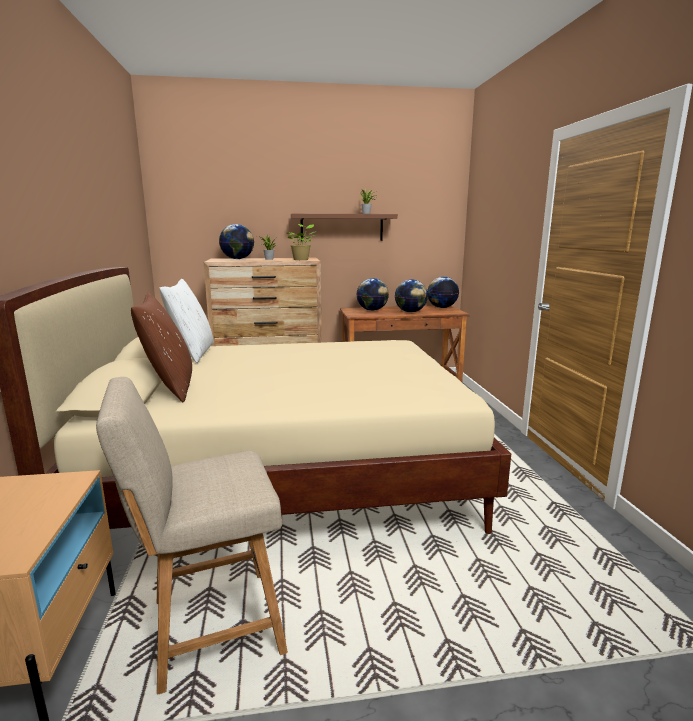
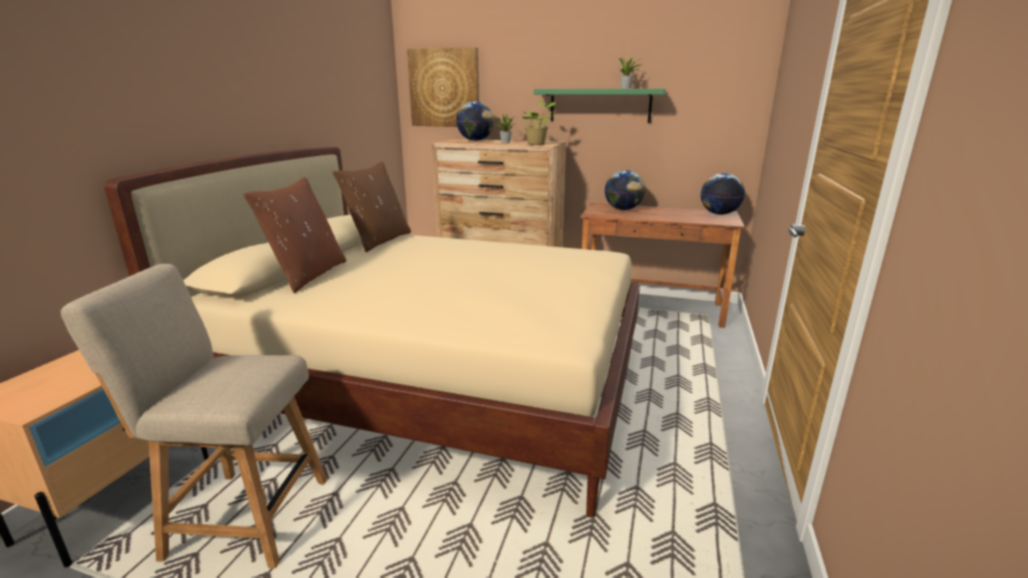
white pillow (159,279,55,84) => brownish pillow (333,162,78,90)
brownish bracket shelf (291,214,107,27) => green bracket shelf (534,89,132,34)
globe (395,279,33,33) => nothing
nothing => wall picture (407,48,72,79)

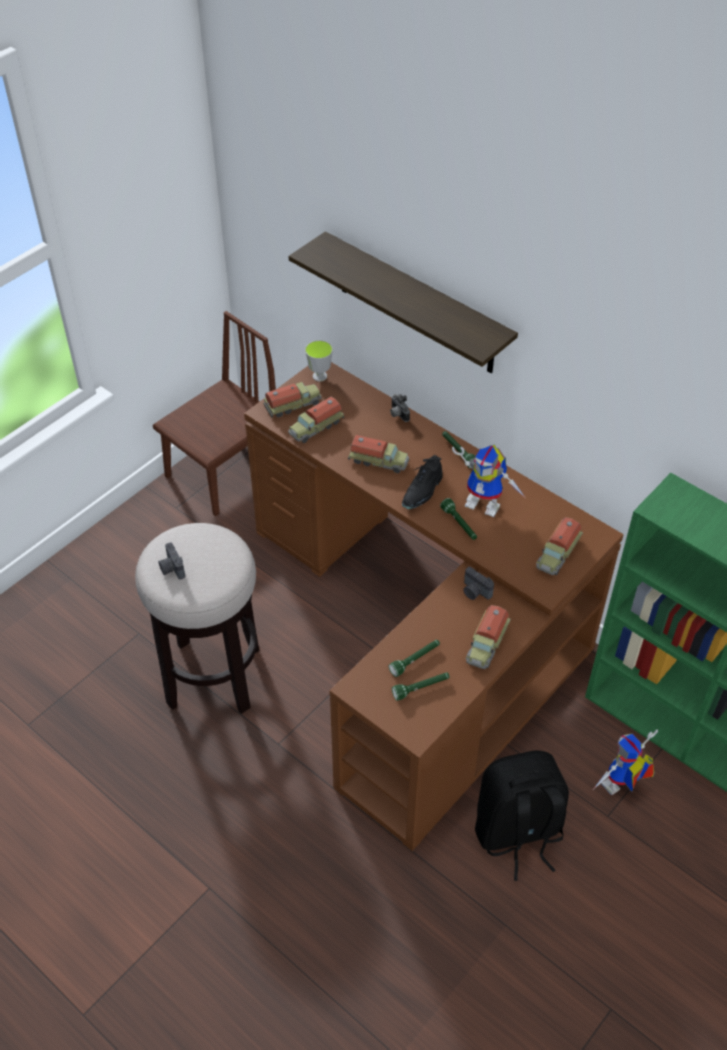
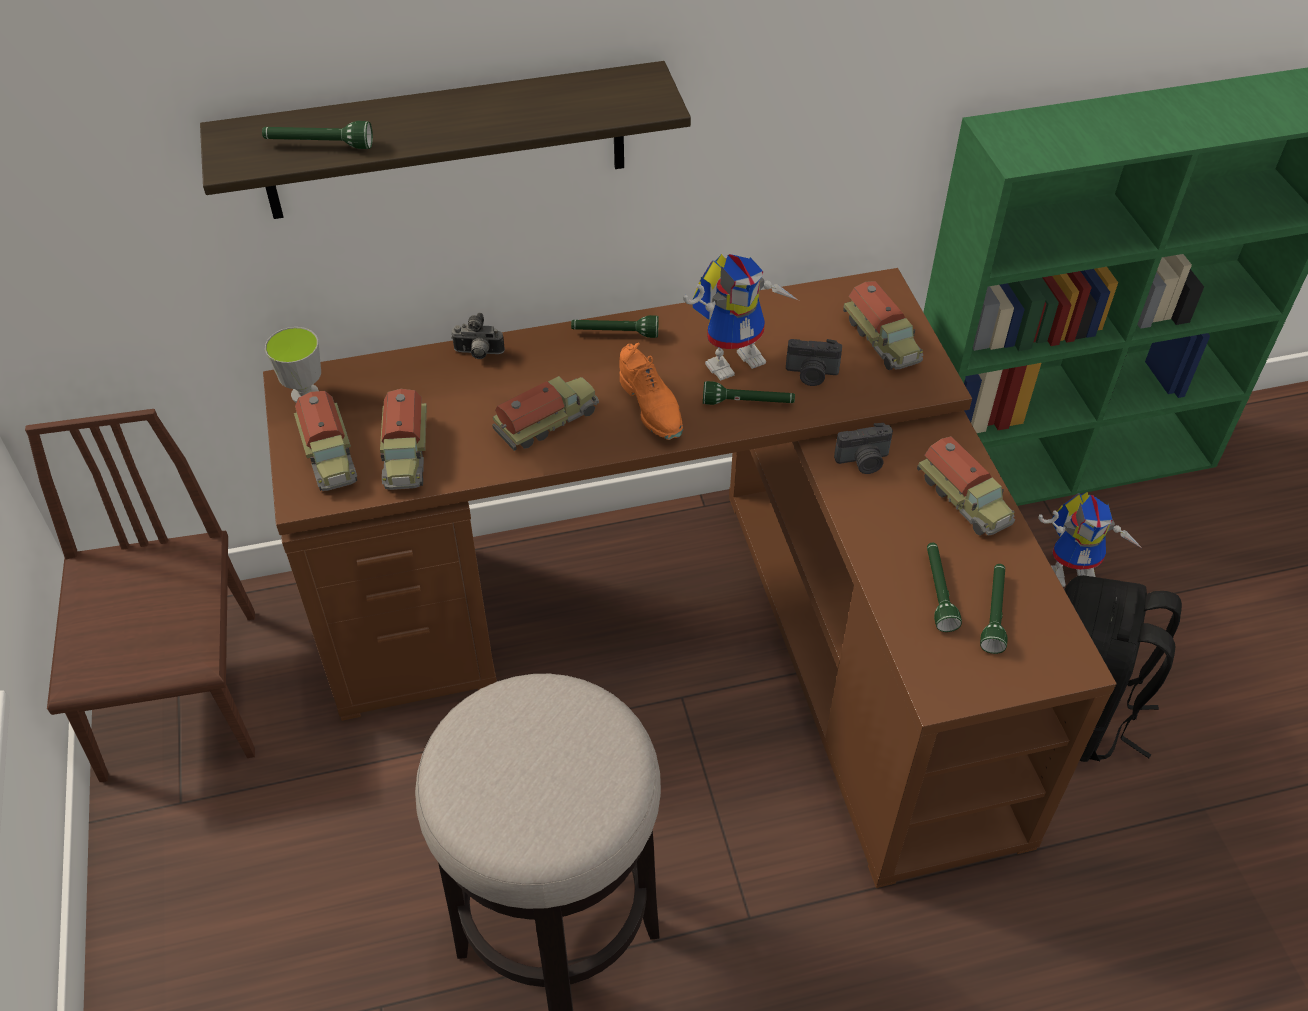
still camera (158,542,27,37) => still camera (786,339,56,47), shifted
toy lorry (263,382,59,35) => toy lorry (294,391,63,100), 150 degrees clockwise
black item of footwear (402,455,41,54) => orangey item of footwear (619,343,64,97)
robot figure (594,729,64,66) => robot figure (1038,492,105,95), 90 degrees counterclockwise
nothing => green torch (262,121,111,28)

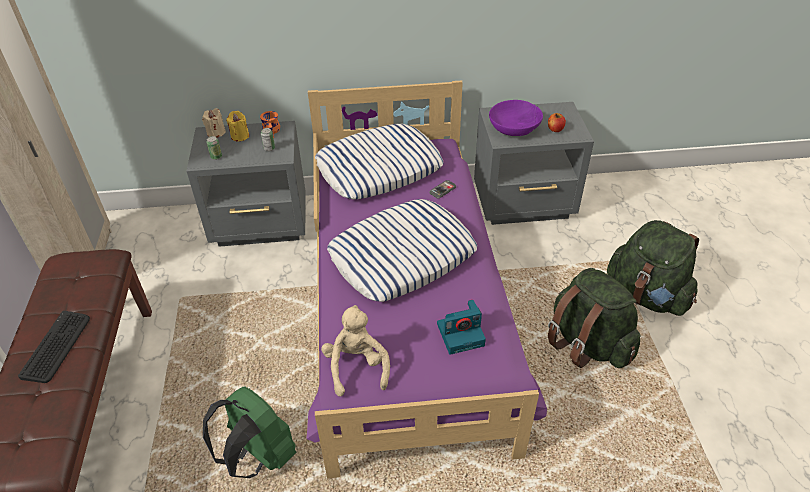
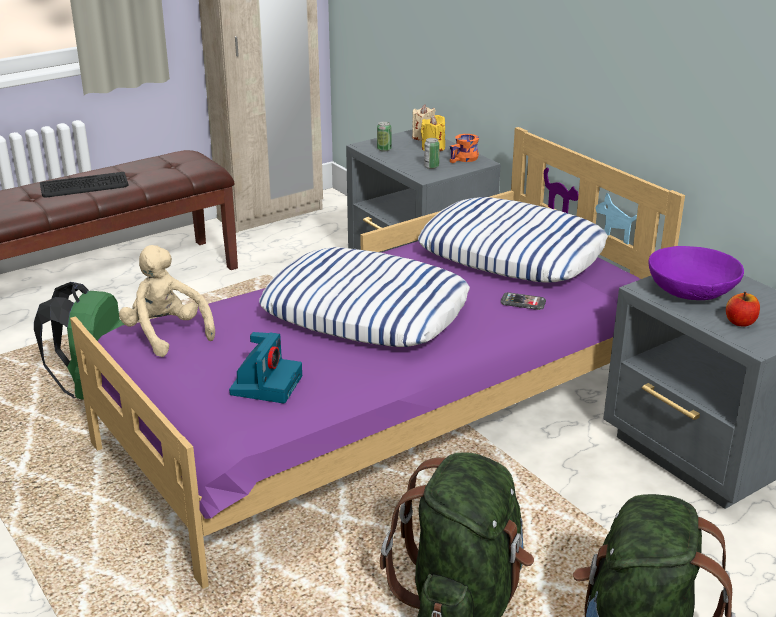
beige-coloured cuddly toy (321,305,69,92) => beige-coloured cuddly toy (119,245,96,112), 90 degrees counterclockwise
still camera (437,300,49,55) => still camera (229,332,73,71), 120 degrees counterclockwise

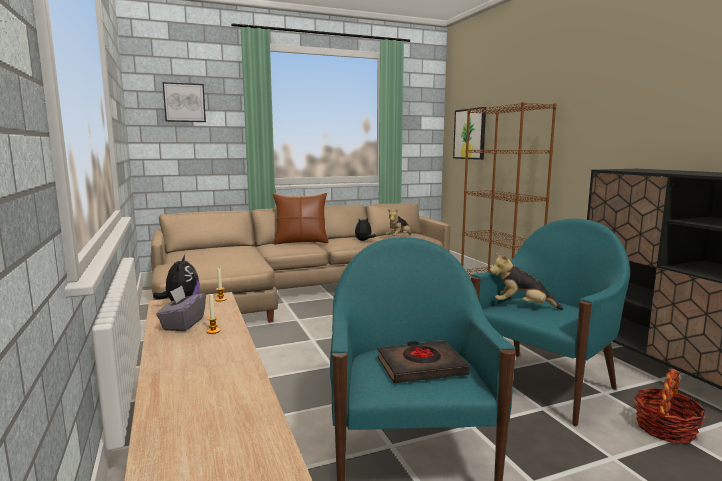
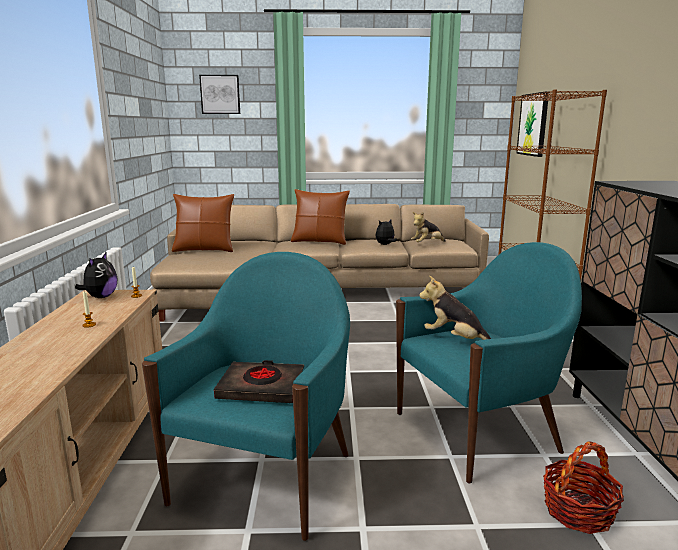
grey tissue box (156,285,50,46) => nothing
nothing => brownish pillow (172,194,62,58)

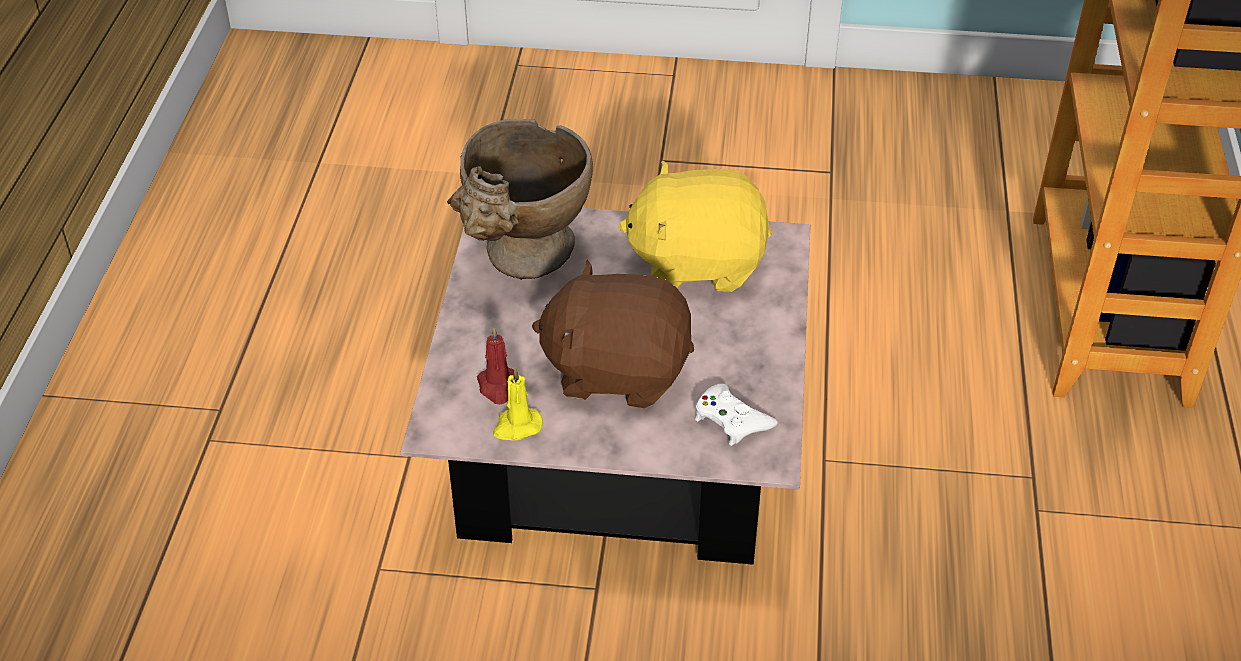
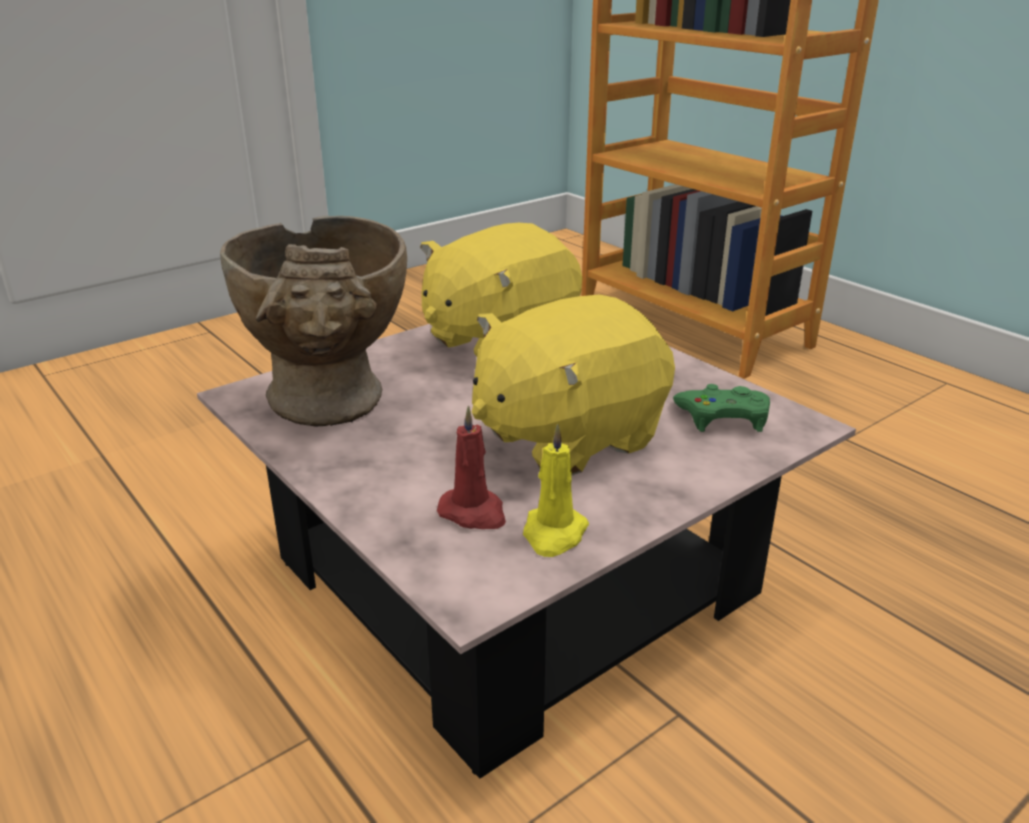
brownish cuddly toy (532,260,162,148) => yellow-coloured cuddly toy (472,294,203,181)
white game controller (695,384,83,62) => green game controller (673,384,97,48)

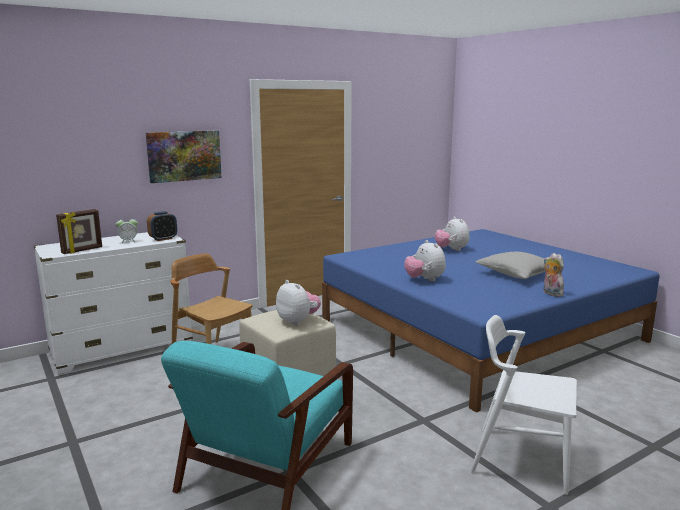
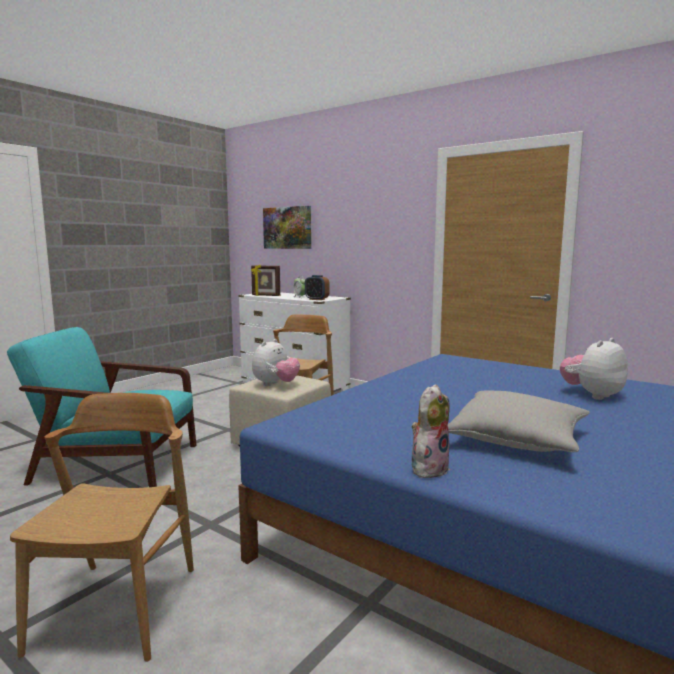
wall picture (146,130,76,53) => wall picture (263,206,48,43), shifted
cuddly toy (404,240,42,41) => nothing
white chair (470,315,107,180) => brownish chair (10,393,184,269)

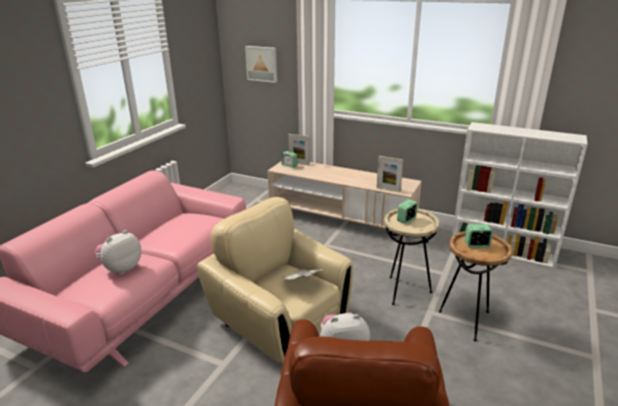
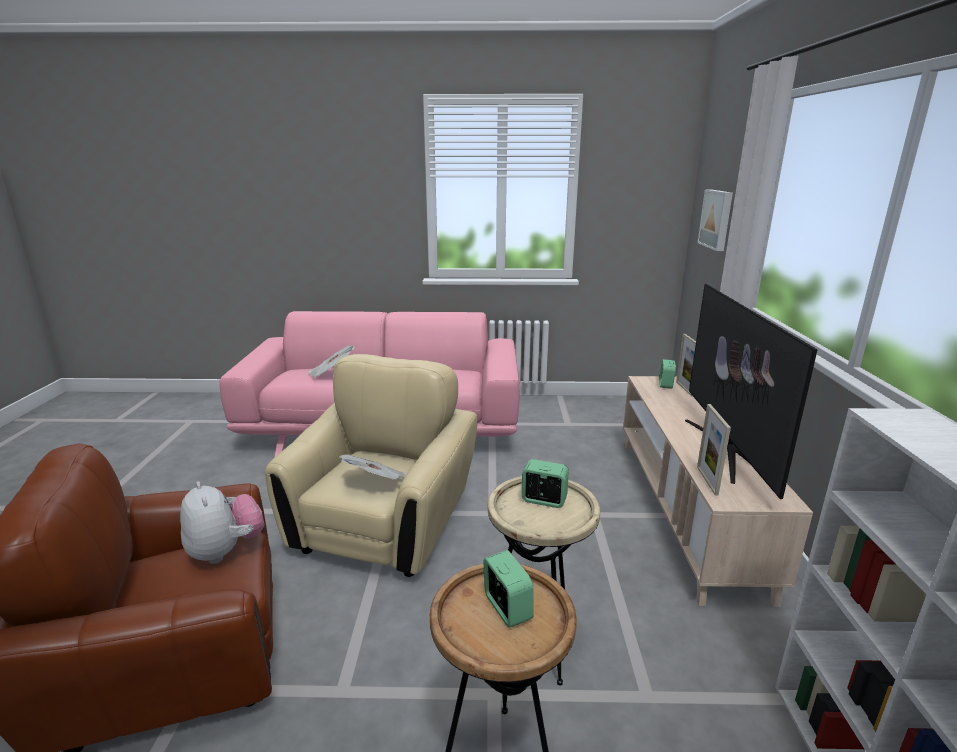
cuddly toy (95,230,46,45) => newspaper (308,346,47,32)
nothing => TV (685,284,132,215)

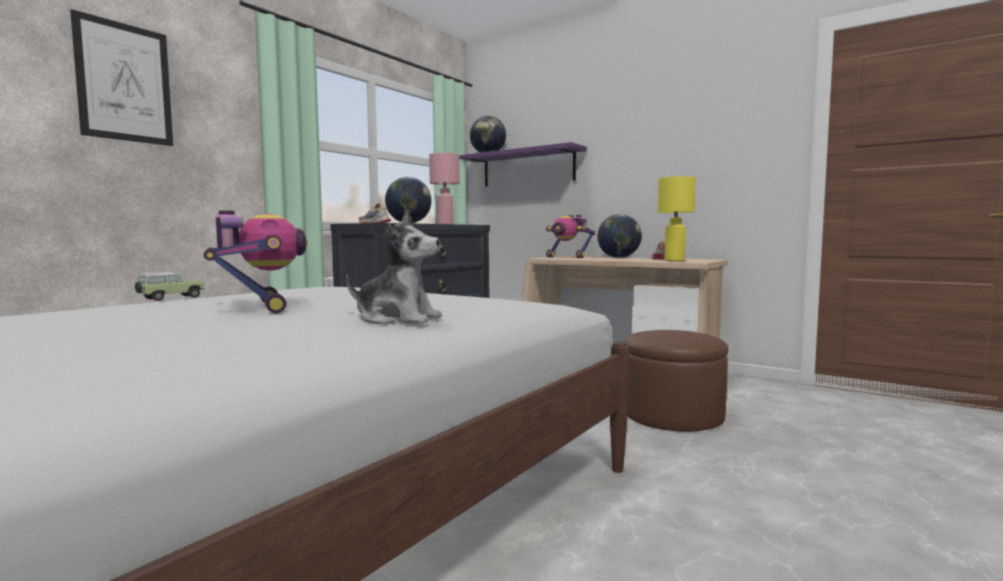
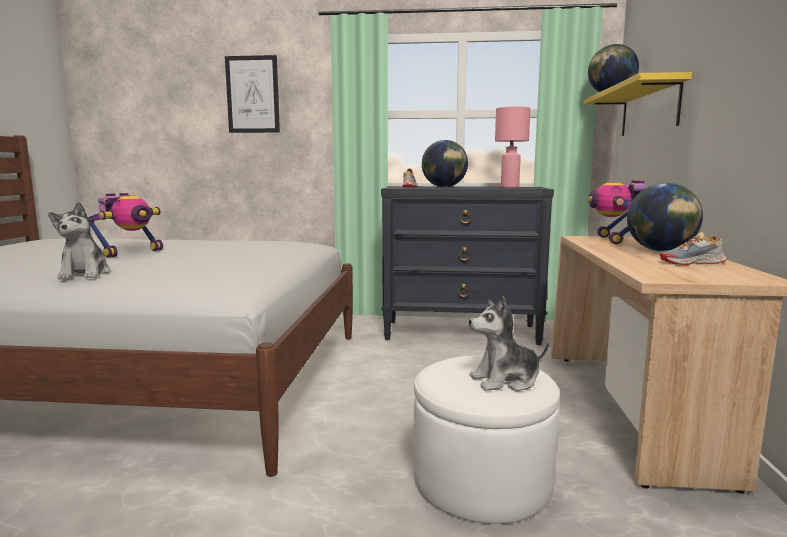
model car (135,272,70,29) => nothing
purple bracket shelf (459,142,128,45) => yellow-coloured bracket shelf (584,72,108,64)
brownish pouffe (624,330,104,102) => white pouffe (414,356,146,168)
yellow-coloured table lamp (658,176,38,85) => nothing
nothing => cuddly toy (469,296,80,95)

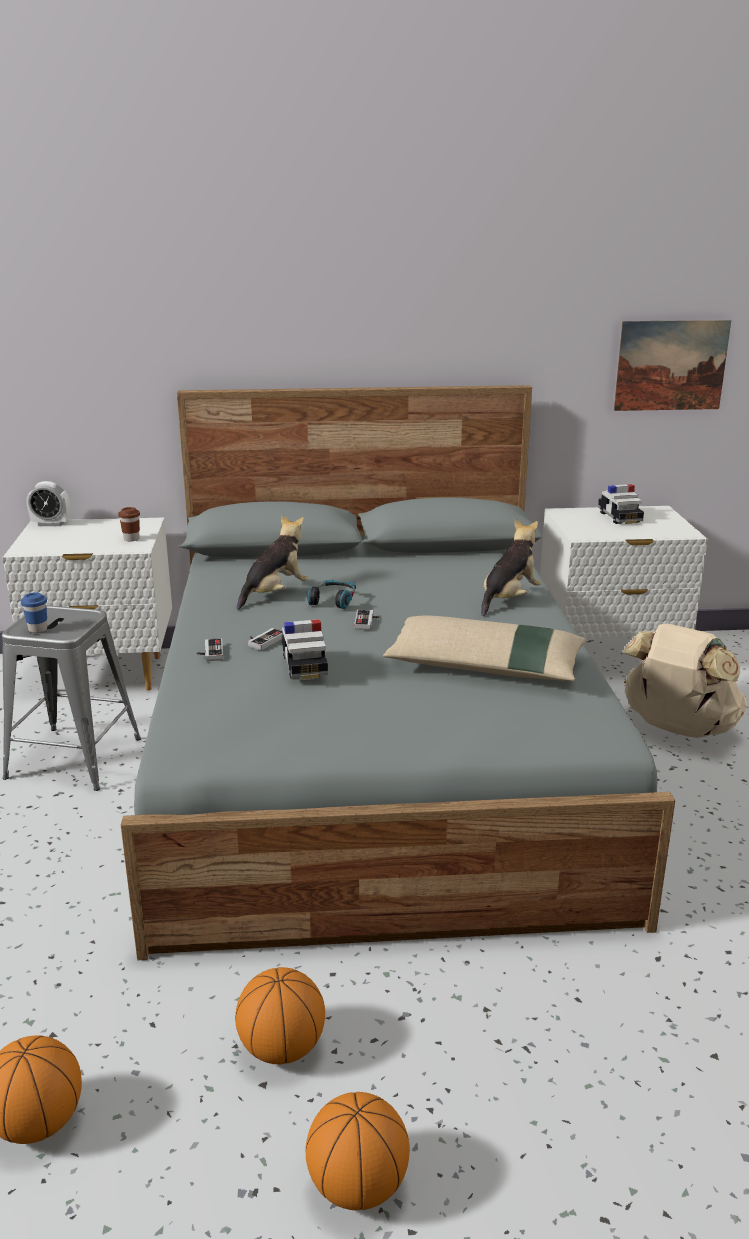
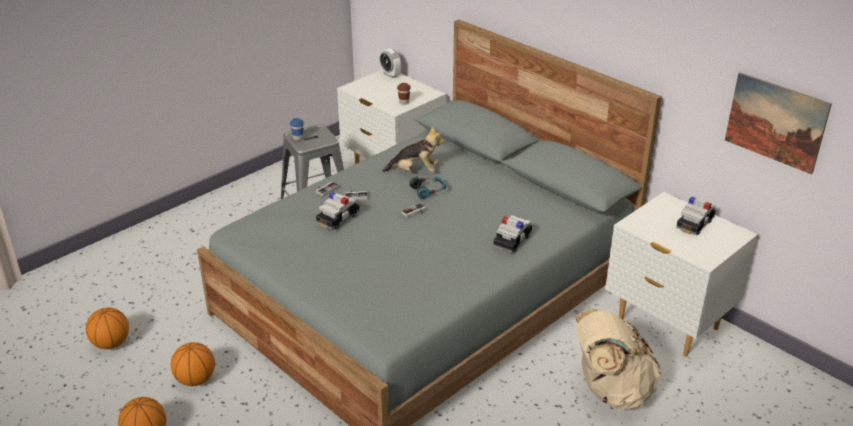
beige-coloured pillow (383,615,203,66) => nothing
cuddly toy (481,519,60,97) => model car (493,215,39,38)

